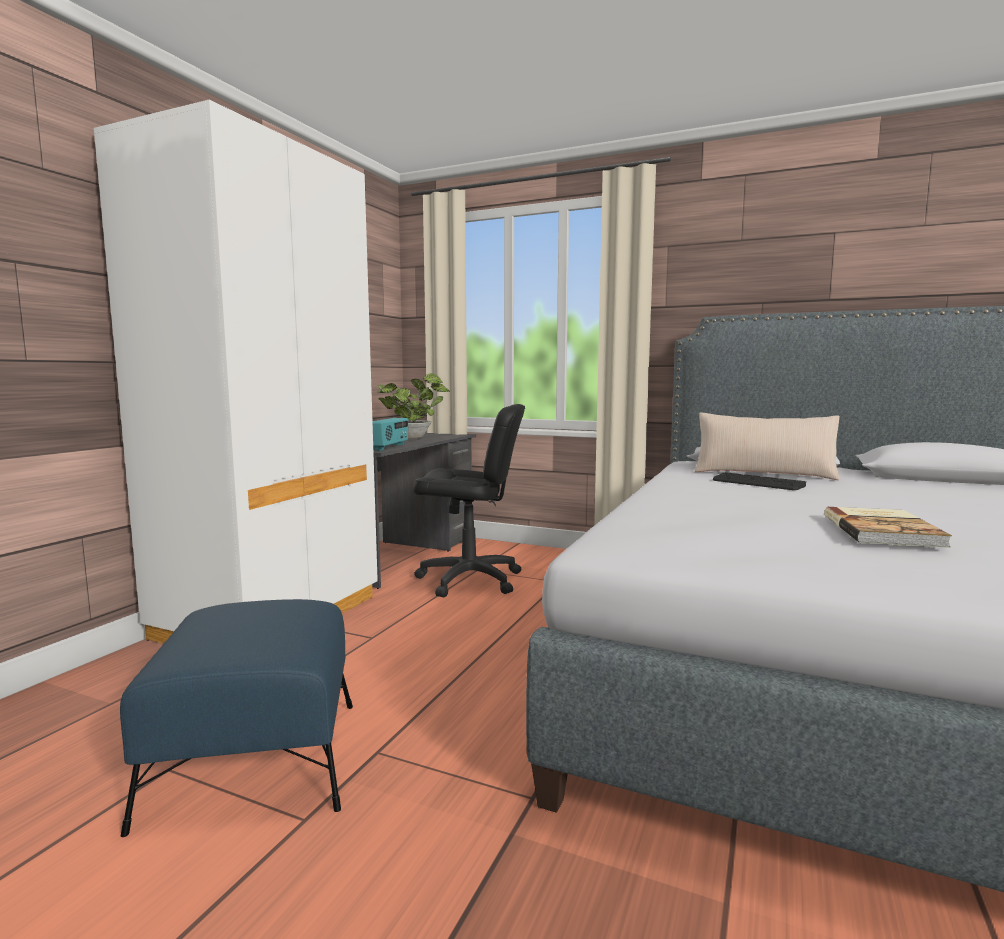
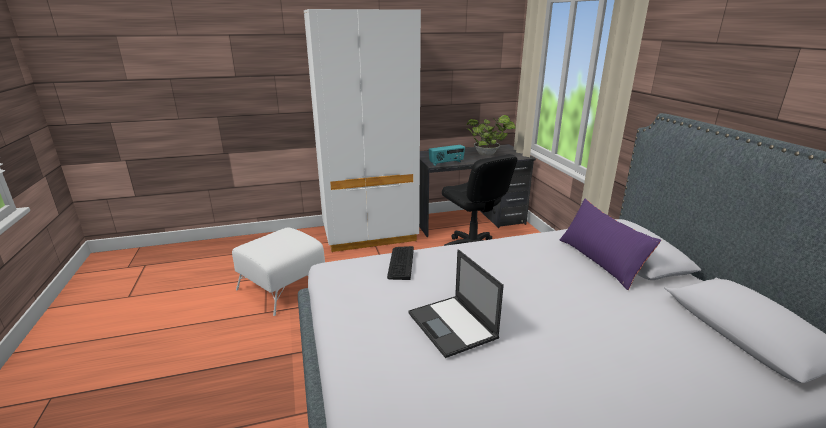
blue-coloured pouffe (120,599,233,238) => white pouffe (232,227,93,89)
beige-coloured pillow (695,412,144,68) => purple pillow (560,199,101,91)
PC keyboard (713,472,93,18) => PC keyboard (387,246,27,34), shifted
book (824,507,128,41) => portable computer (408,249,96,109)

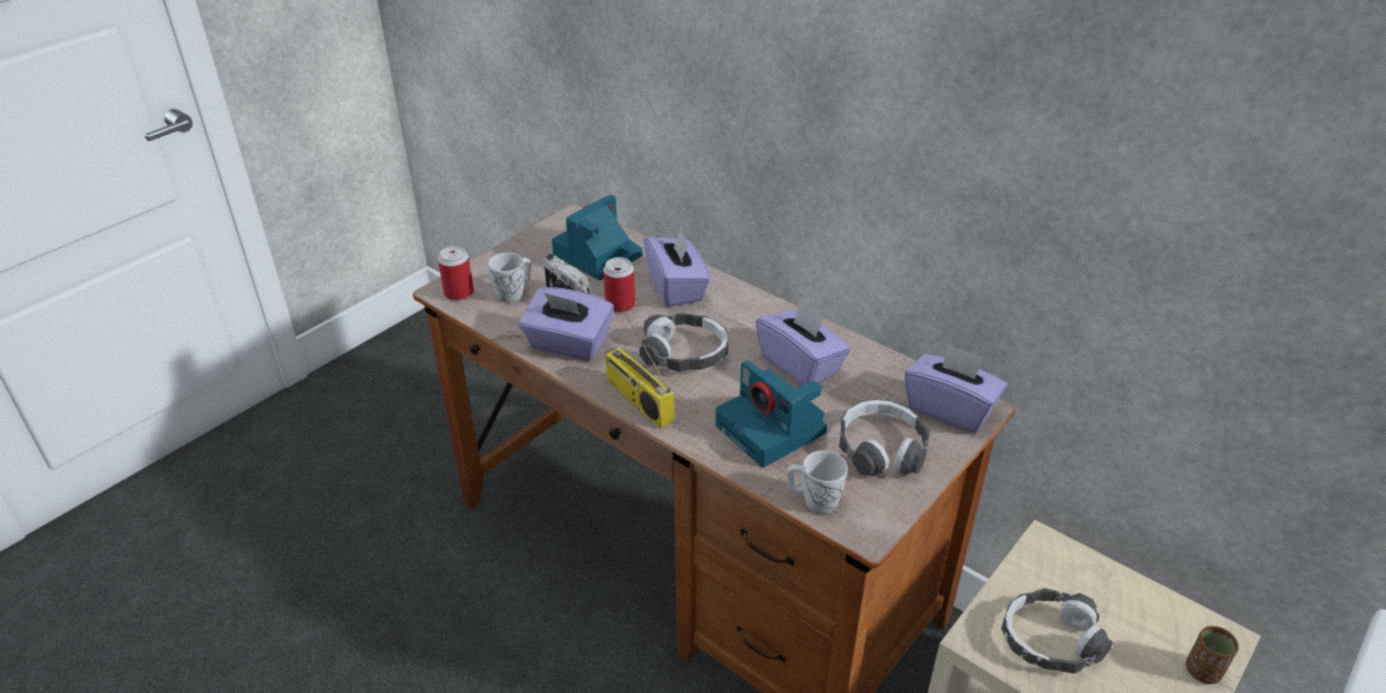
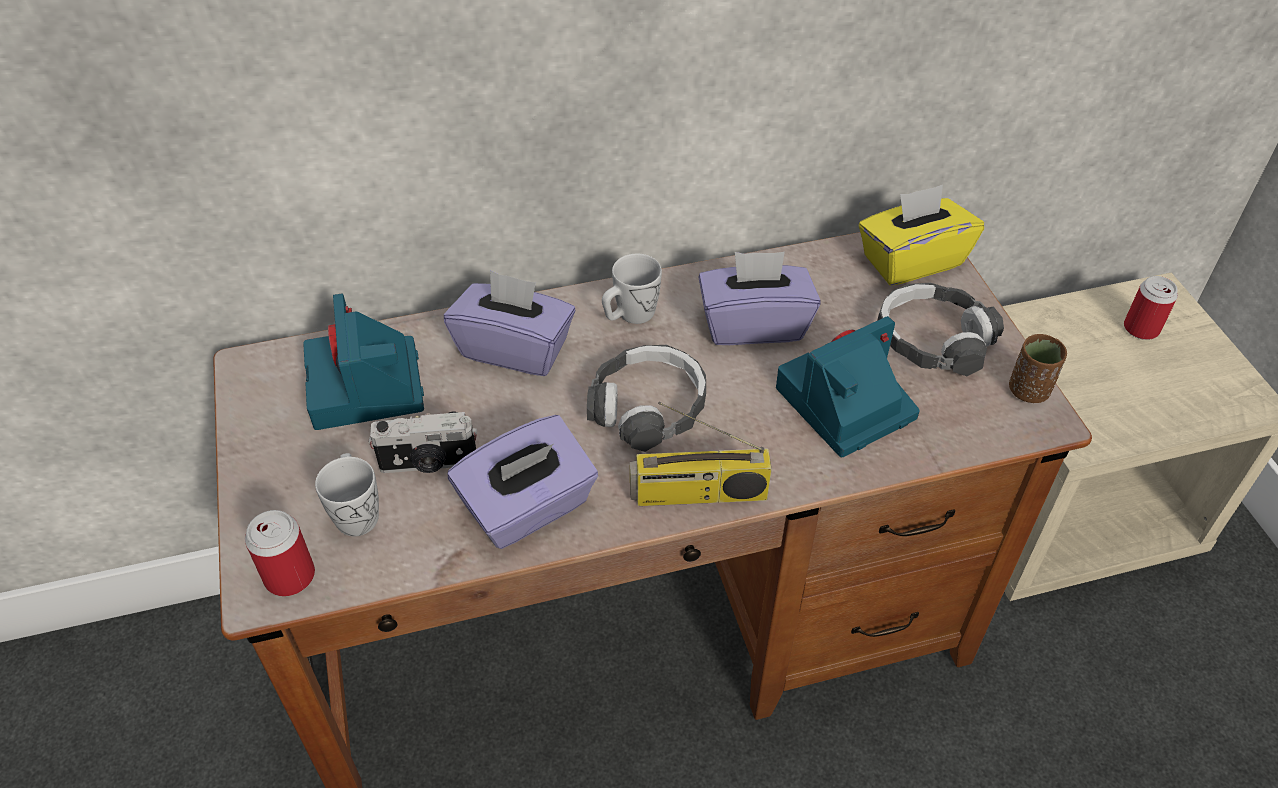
metal can (603,257,32,56) => metal can (1124,276,54,64), shifted
still camera (716,360,111,107) => still camera (776,316,144,141), 150 degrees clockwise
white coffee mug (787,451,61,63) => white coffee mug (602,254,60,70), shifted
purple tissue box (904,343,103,90) => yellow-coloured tissue box (859,185,125,101)
pair of headphones (1001,588,112,86) => nothing
brownish cup (1186,626,53,58) => brownish cup (1009,334,58,69), shifted

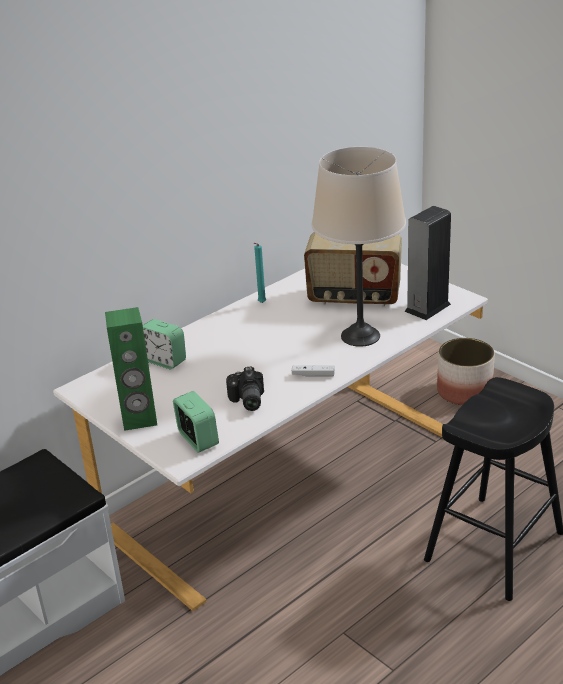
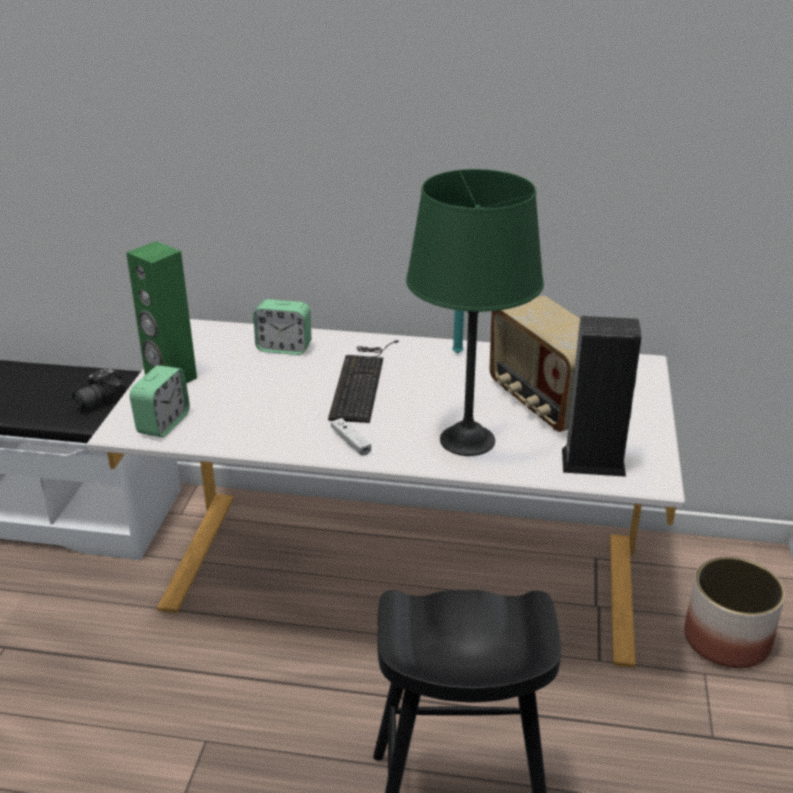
alarm clock (143,319,43,50) => alarm clock (253,299,58,56), 75 degrees counterclockwise
still camera (226,366,38,45) => still camera (72,369,54,41), shifted
beige-coloured table lamp (312,147,94,200) => green table lamp (406,169,138,287)
nothing => PC keyboard (328,340,71,83)

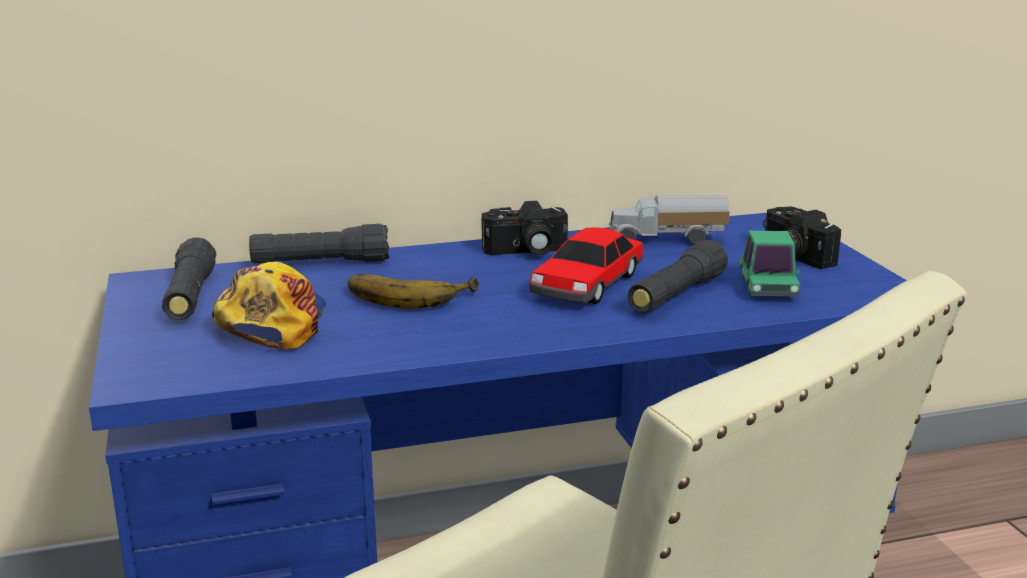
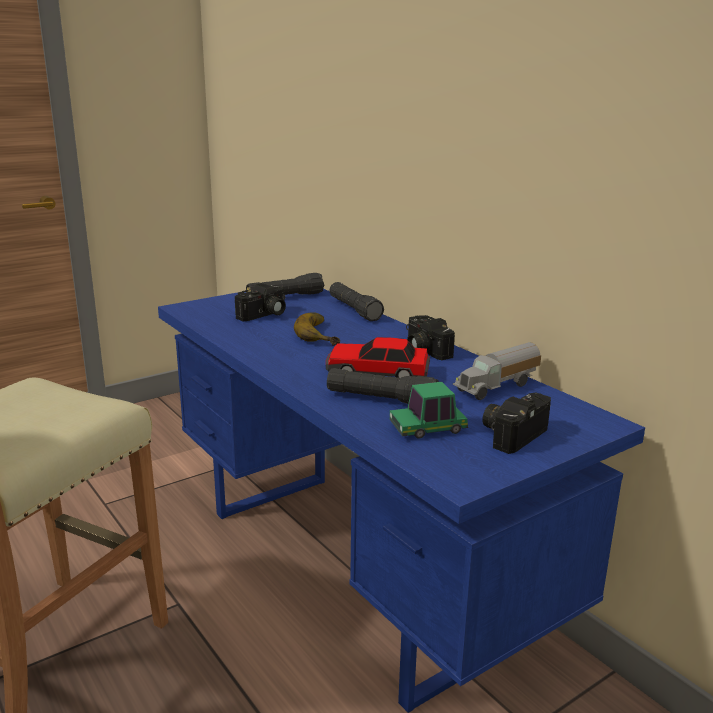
cap (212,262,114,87) => still camera (235,283,51,38)
toy lorry (609,195,121,50) => toy lorry (453,342,88,58), 105 degrees counterclockwise

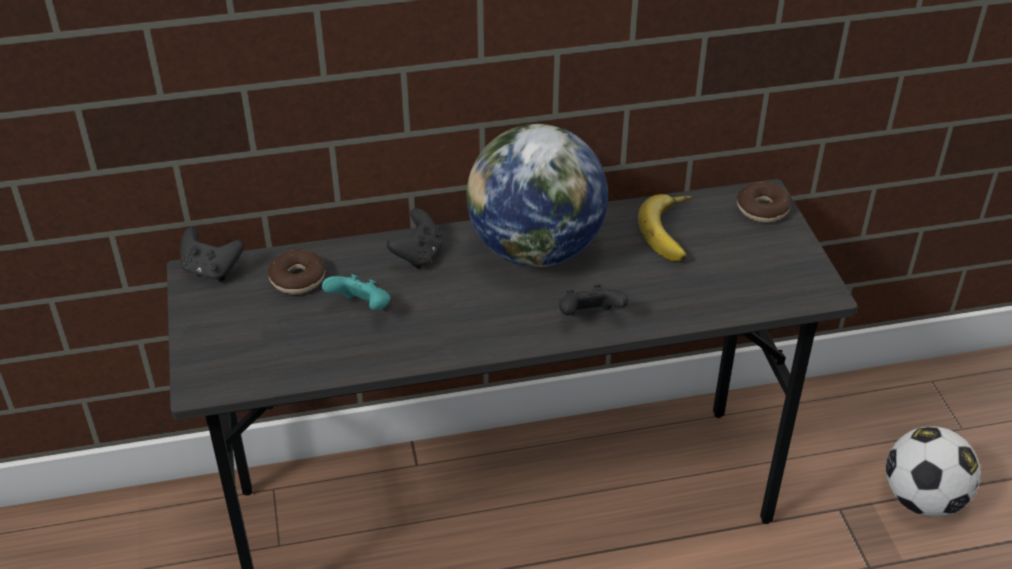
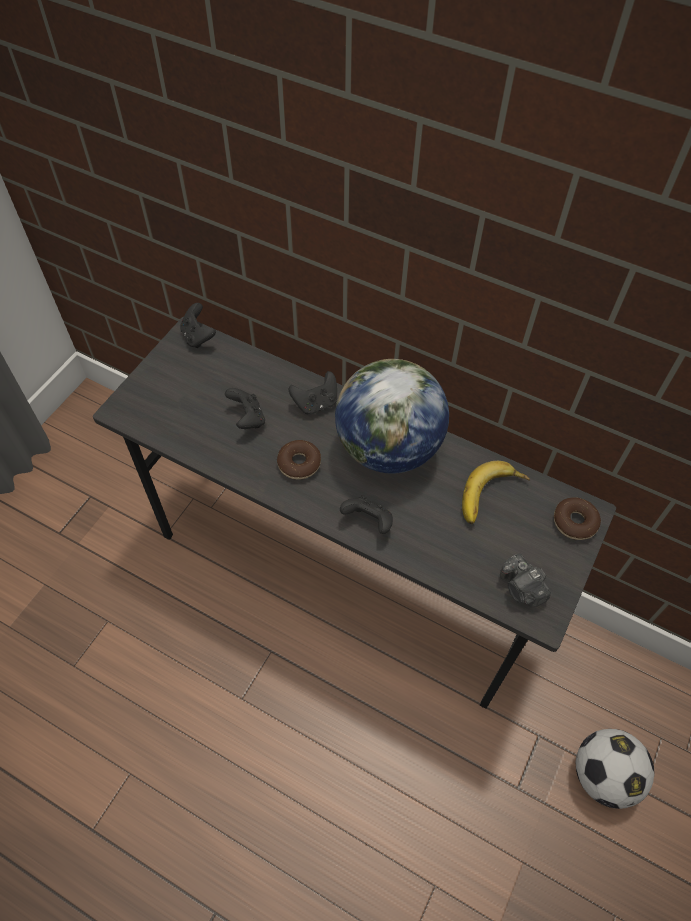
donut (268,249,57,45) => donut (277,440,44,40), shifted
turquoise game controller (322,274,68,36) => black game controller (225,388,40,41)
nothing => still camera (500,553,51,54)

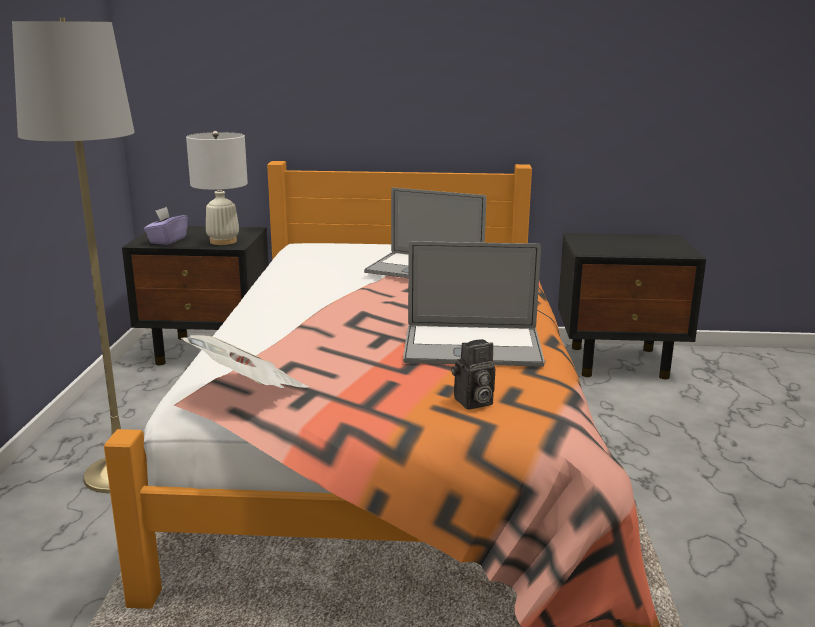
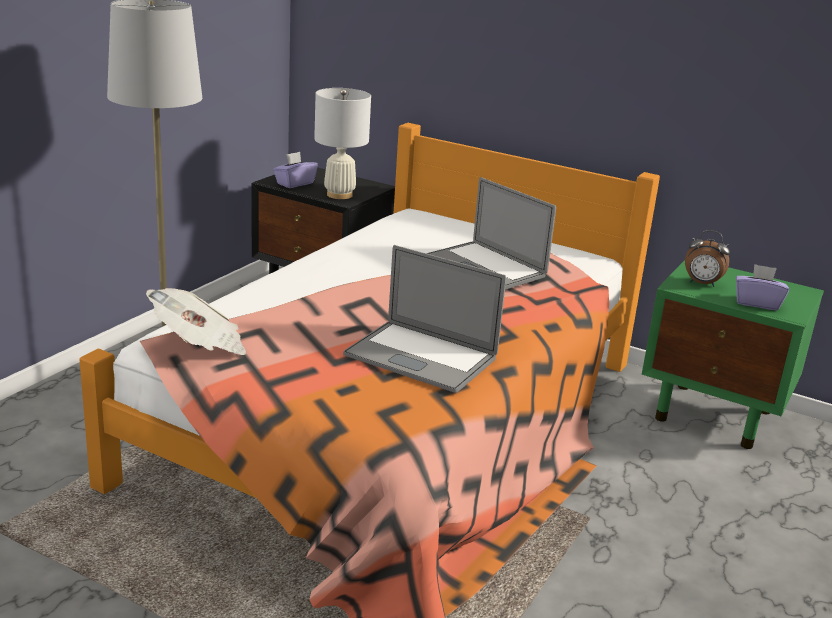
still camera (451,339,44,71) => nothing
black bedside table (558,233,148,146) => green bedside table (642,260,182,189)
nothing => alarm clock (685,230,45,57)
nothing => purple tissue box (736,264,53,47)

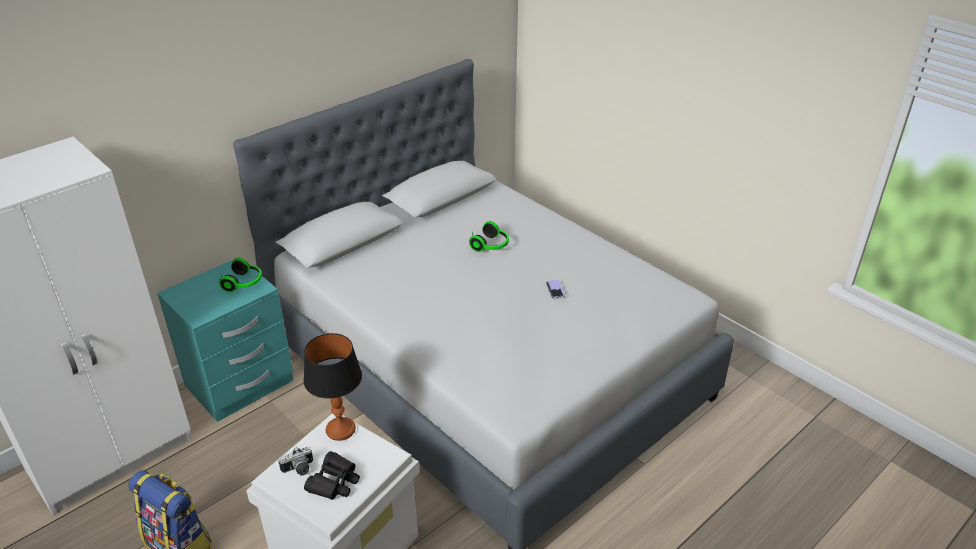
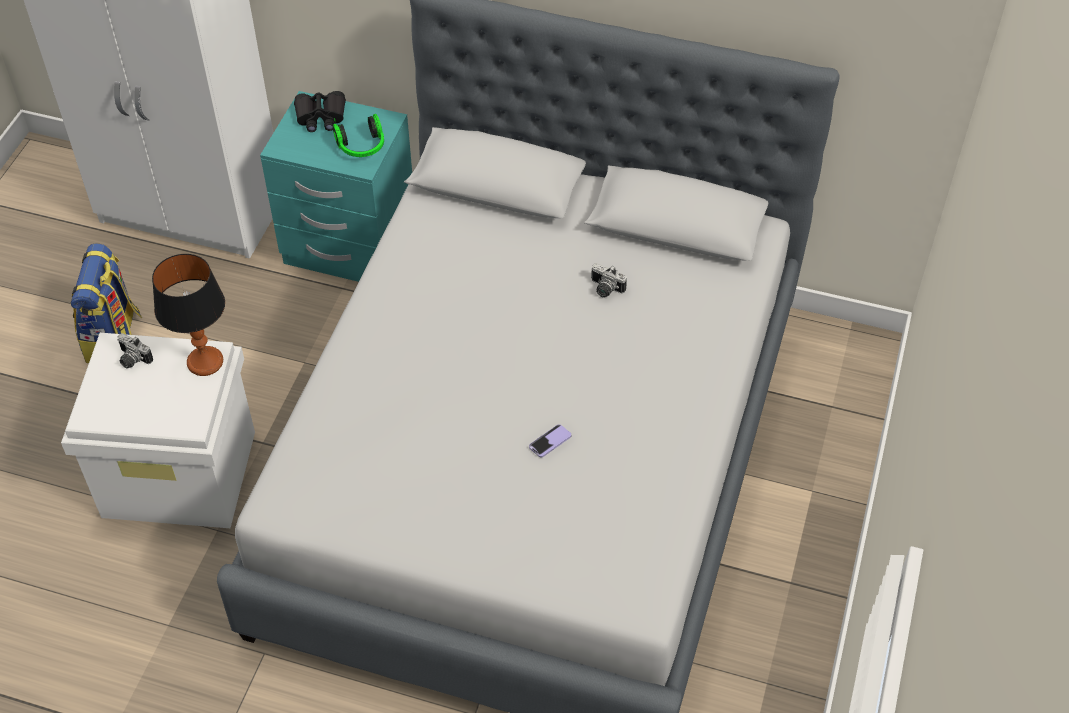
black field glasses (304,451,56,49) => black field glasses (294,91,52,41), shifted
pair of headphones (469,221,40,31) => nothing
nothing => still camera (591,263,36,35)

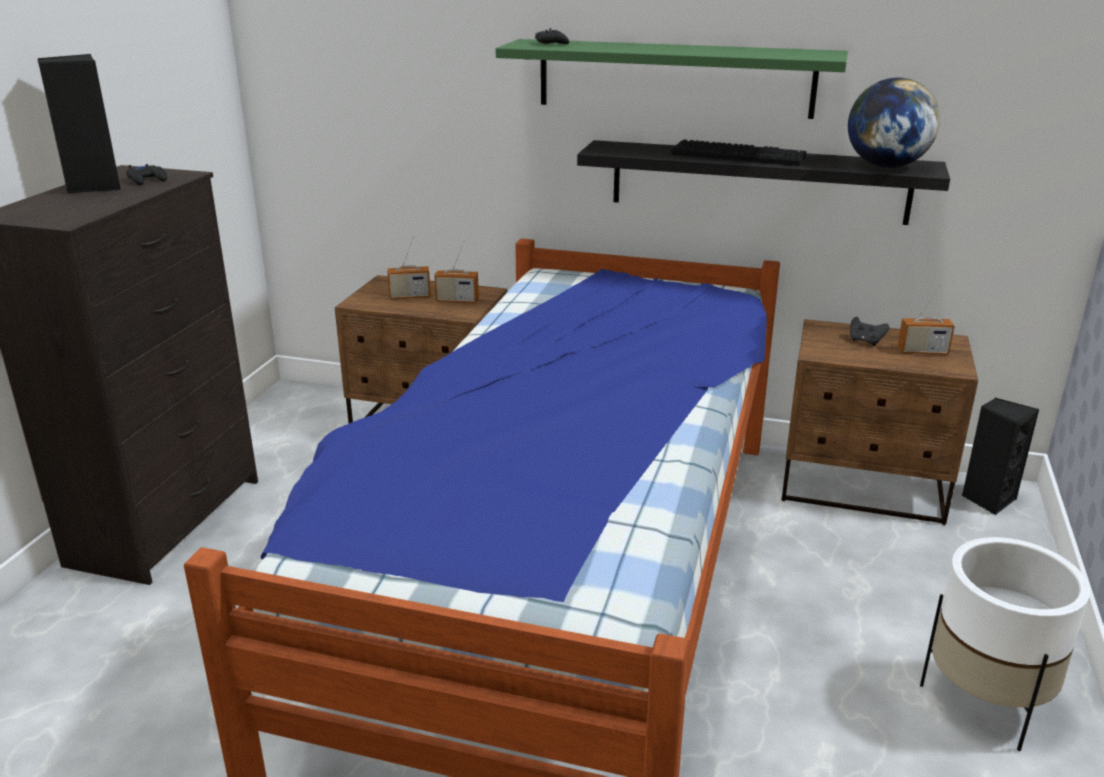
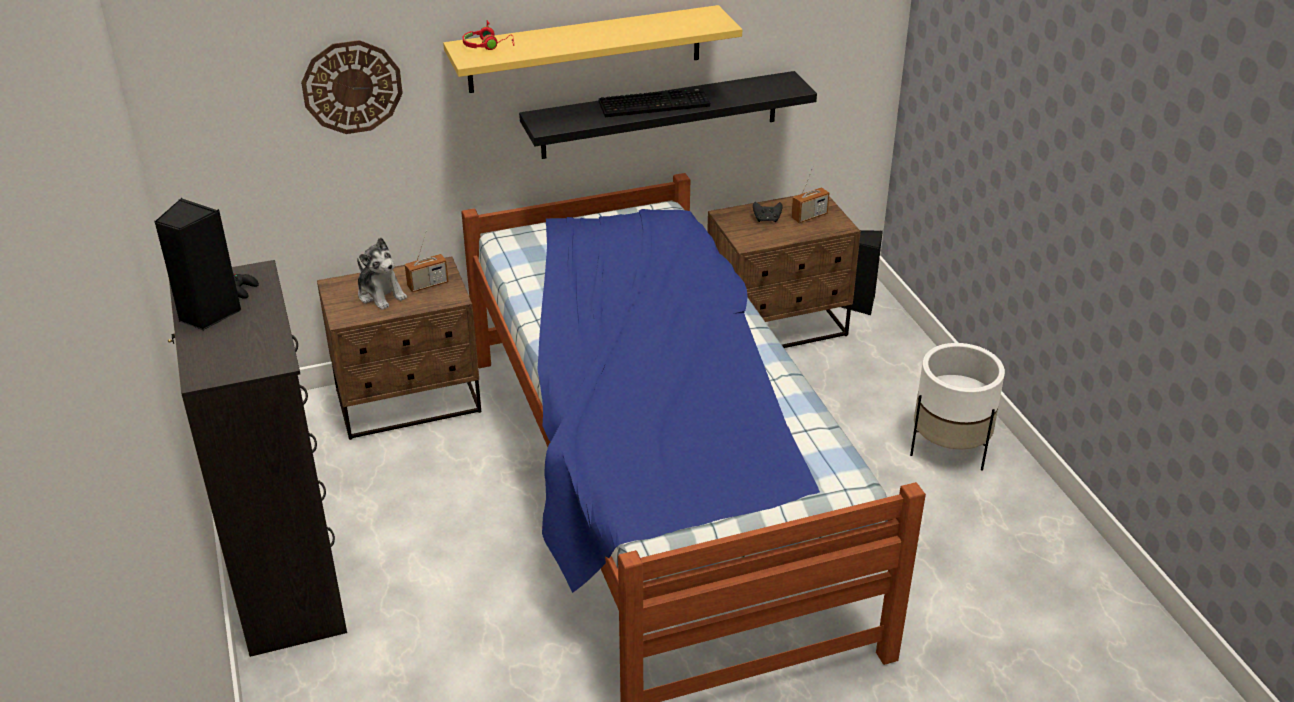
radio set (387,236,44,63) => cuddly toy (357,237,50,73)
green bracket shelf (496,39,352,80) => yellow-coloured bracket shelf (443,5,299,88)
black game controller (535,28,34,16) => reddish pair of headphones (463,20,51,30)
globe (848,78,92,90) => nothing
nothing => wall clock (301,40,102,94)

